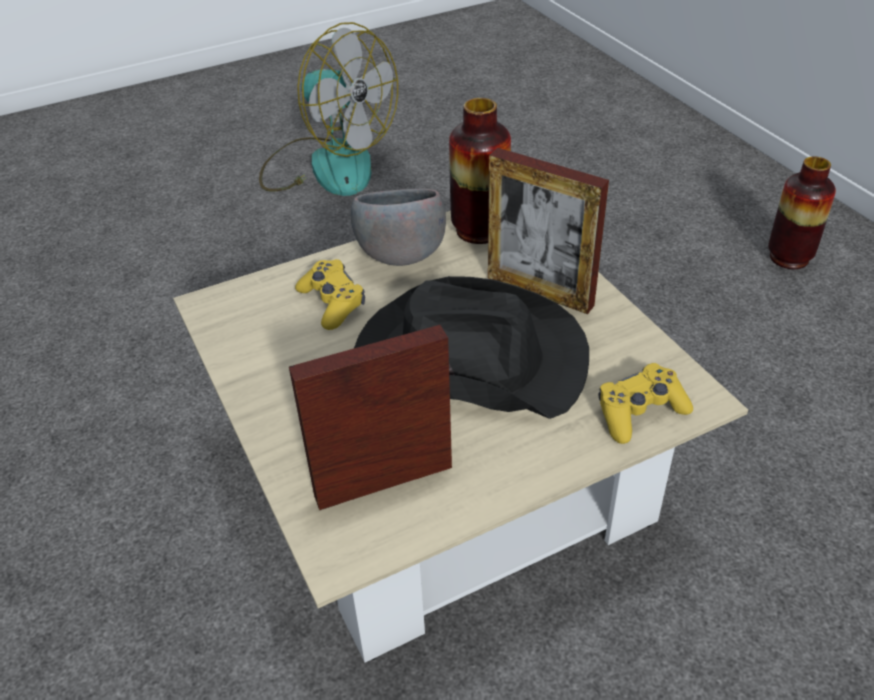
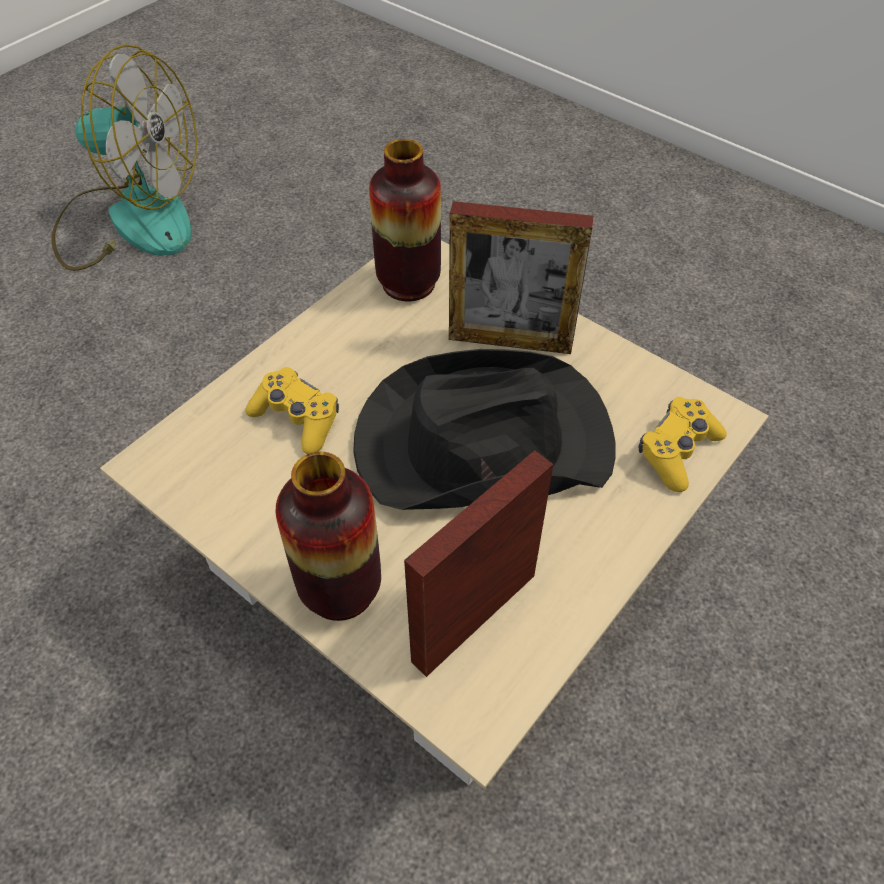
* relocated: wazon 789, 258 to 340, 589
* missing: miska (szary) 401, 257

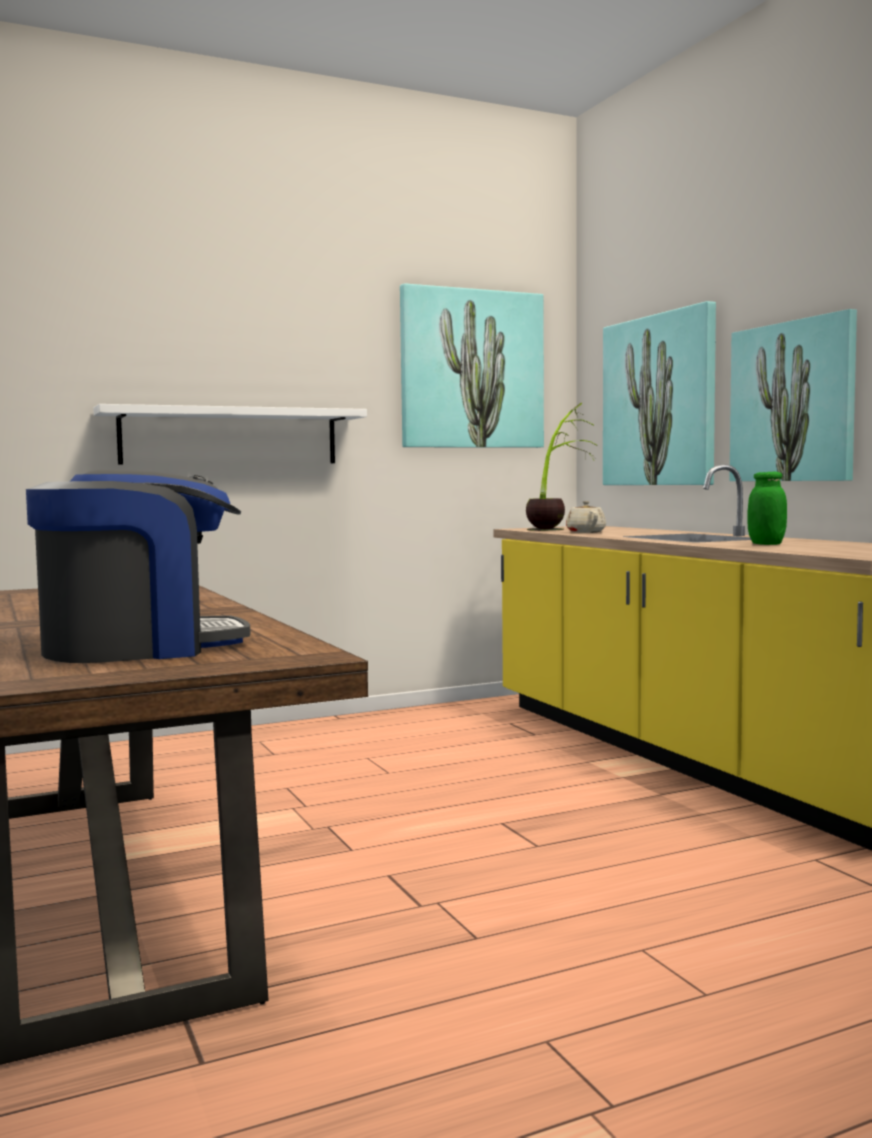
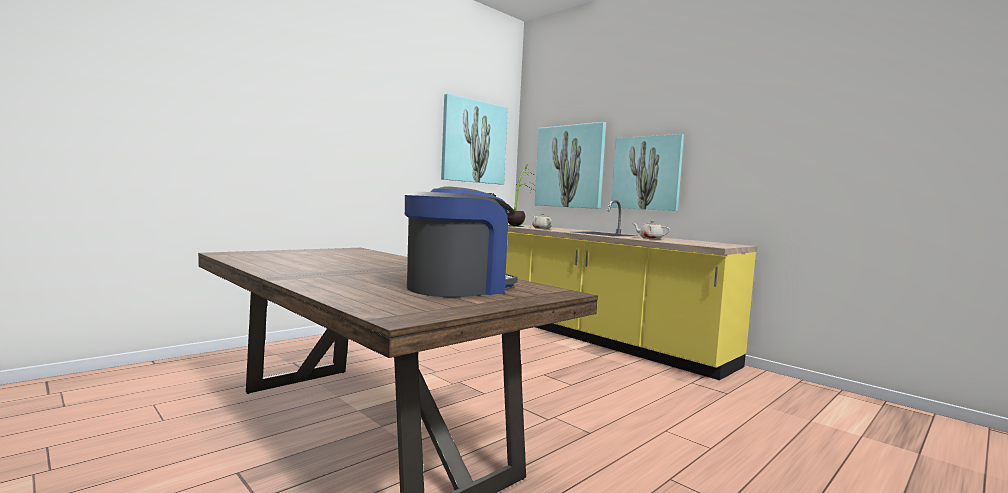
* missing: półka (biały) 230, 436
* exchanged: słoik (zielony) 766, 544 to imbryk (beżowy) 650, 238

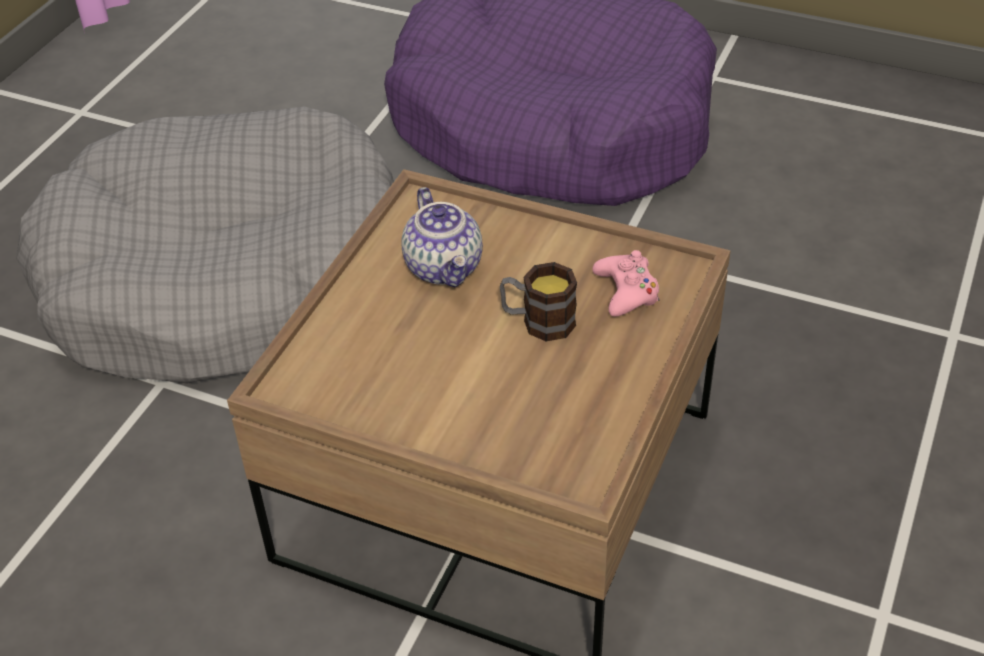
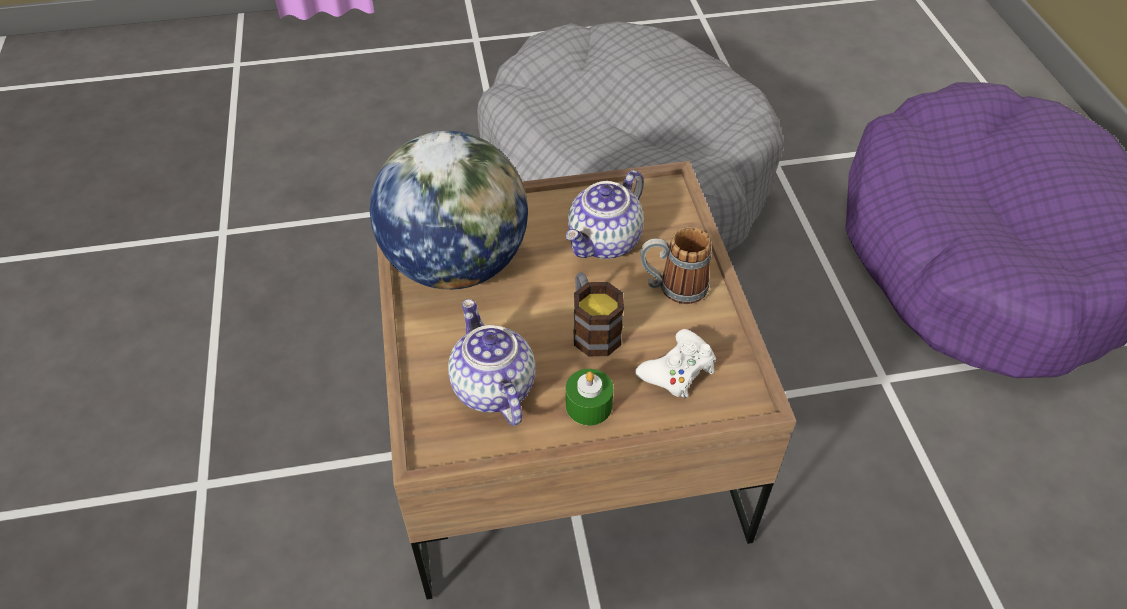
* colour: pad do gier (różowy) 626, 292 to pad do gier (biały) 678, 370
* appeared: globus 456, 264
* appeared: kubek 672, 288
* appeared: imbryk 492, 387
* appeared: świeca (zielony) 588, 405

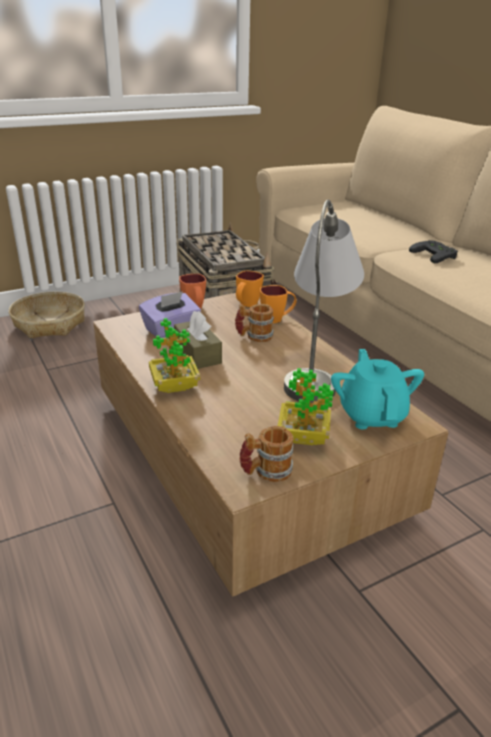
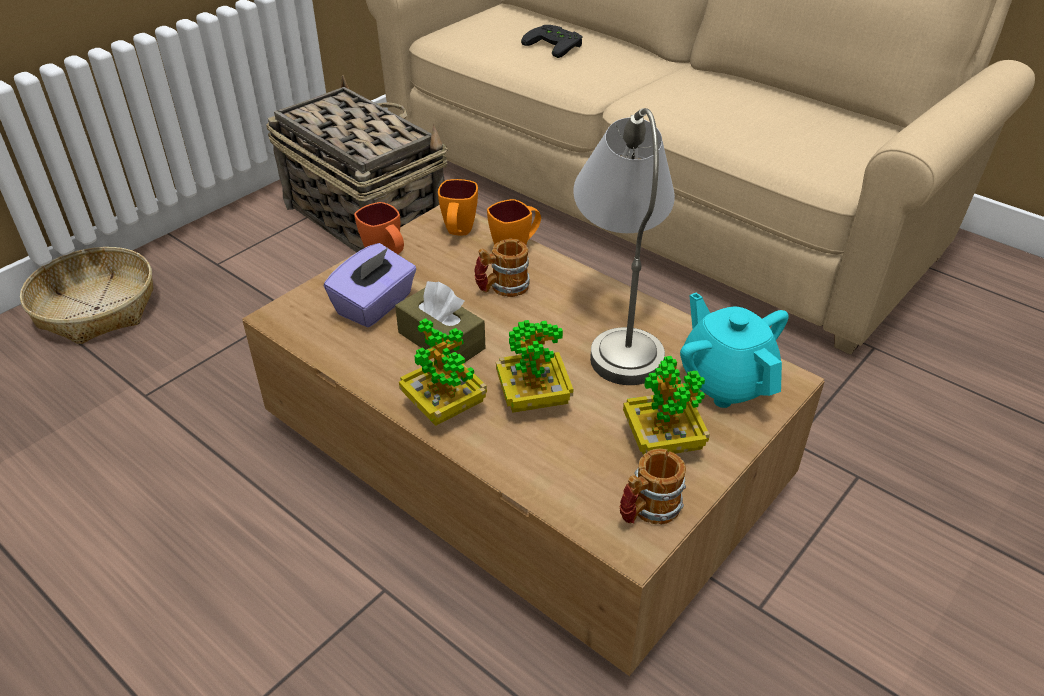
* relocated: pad do gier (czarny) 436, 255 to 556, 45
* appeared: roślina doniczkowa 533, 399

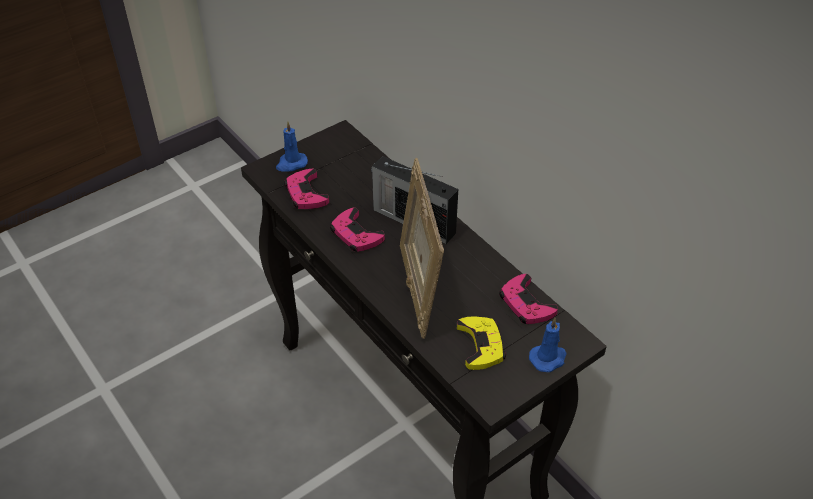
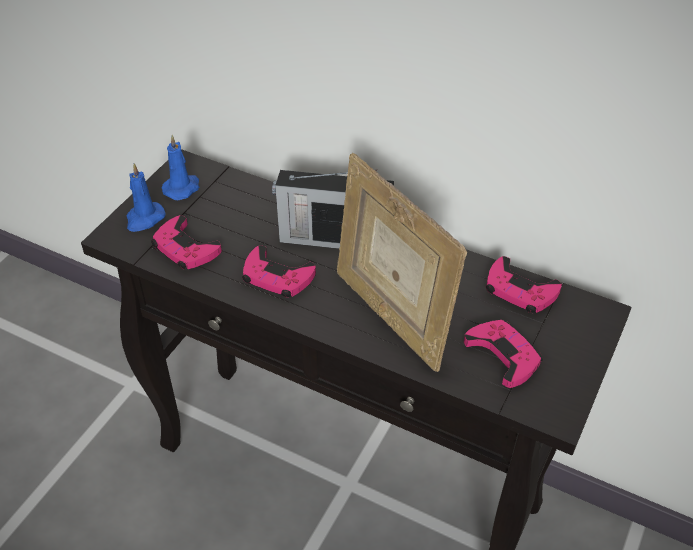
* colour: pad do gier (żółty) 481, 345 to pad do gier (różowy) 503, 355
* relocated: świeca (niebieski) 548, 358 to 182, 188

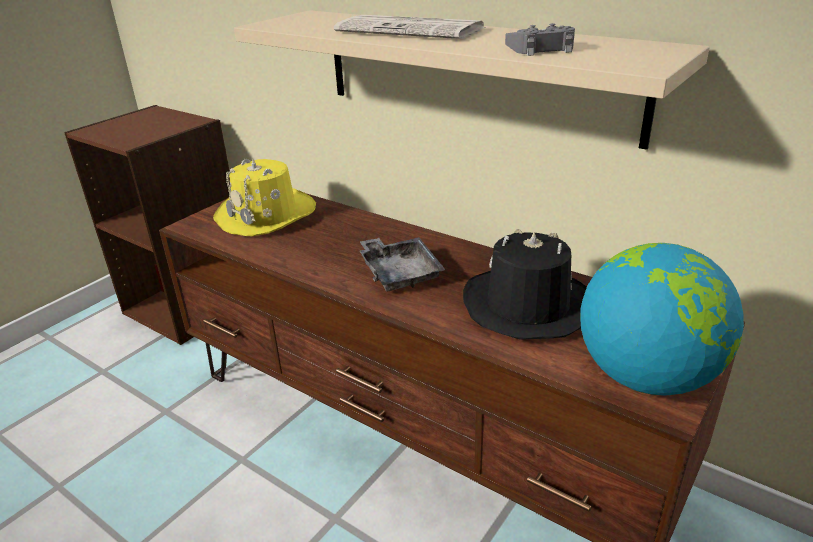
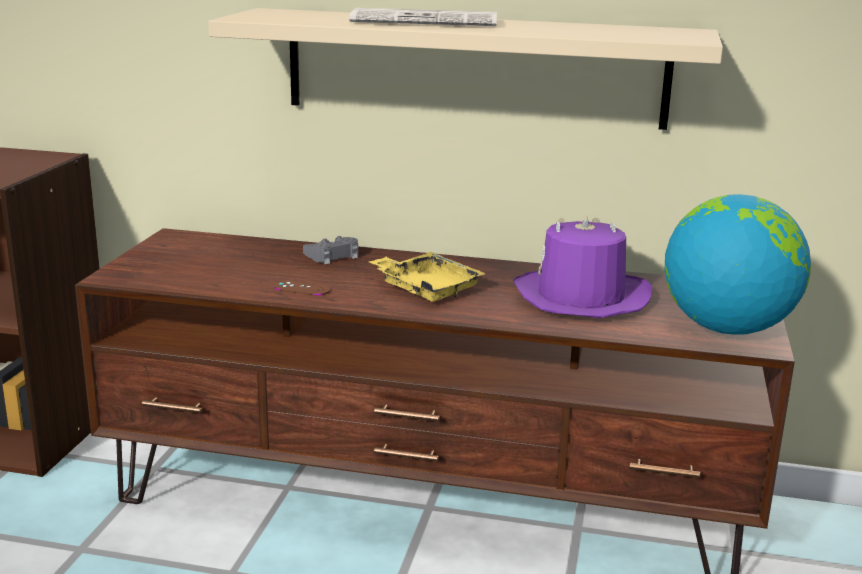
* relocated: pad do gier (szary) 542, 49 to 333, 256
* missing: kapelusz (żółty) 266, 215
* colour: kapelusz (czarny) 527, 305 to kapelusz (fioletowy) 580, 297
* colour: taca (szary) 399, 273 to taca (żółty) 426, 288
* appeared: pad do gier (brązowy) 302, 288

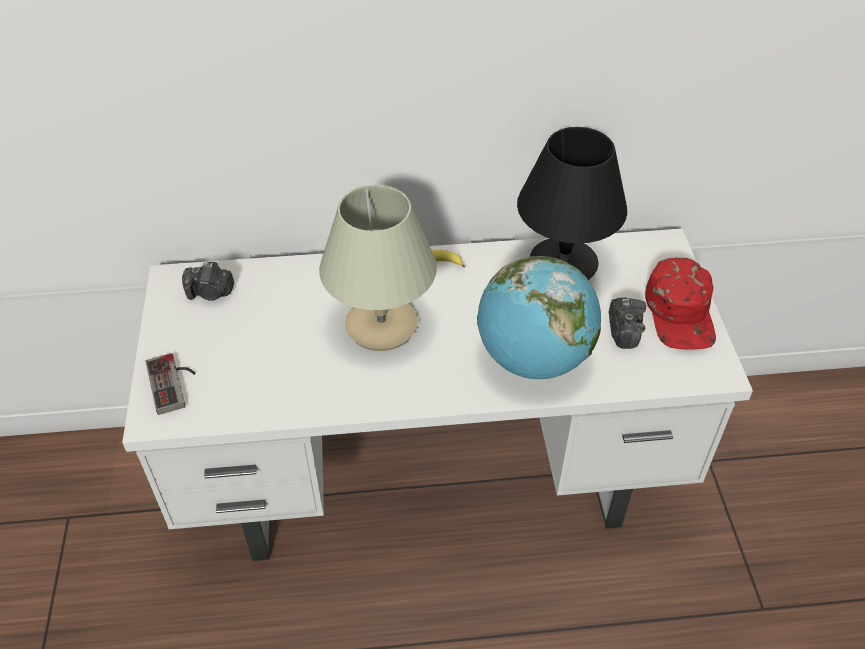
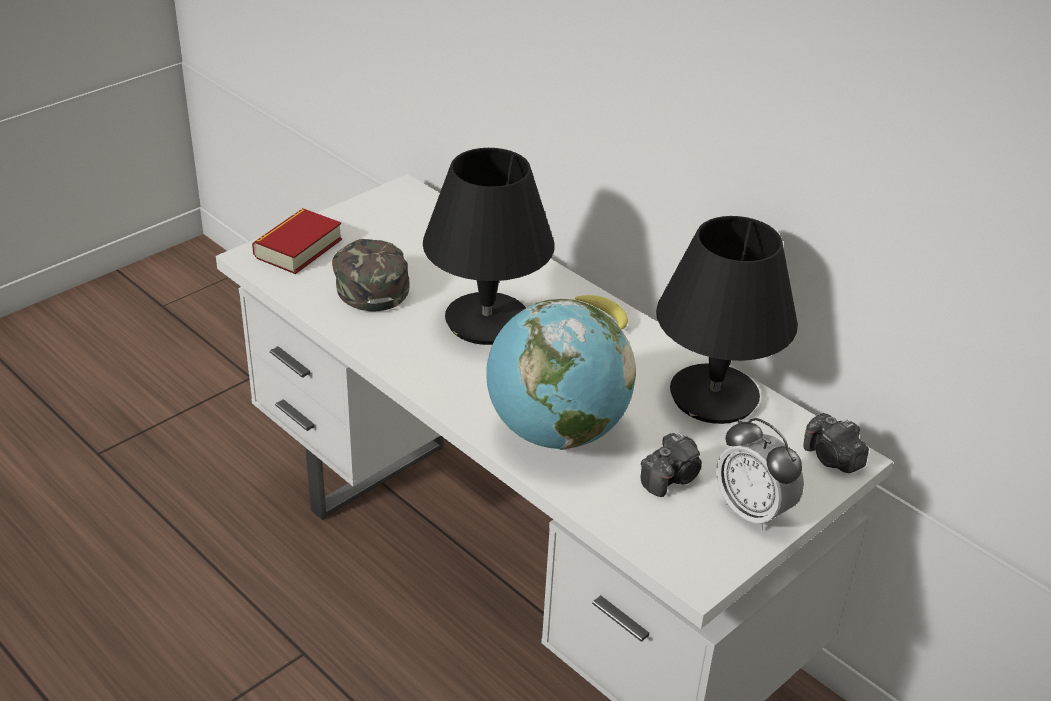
* colour: lampa stołowa (beżowy) 381, 326 to lampa stołowa (czarny) 486, 321
* exchanged: czapka z daszkiem (czerwony) 681, 313 to budzik 752, 511
* relocated: aparat fotograficzny 211, 293 to 832, 458
* exchanged: pad do gier 174, 383 to książka 298, 248
* appeared: czapka z daszkiem (zielony) 368, 279

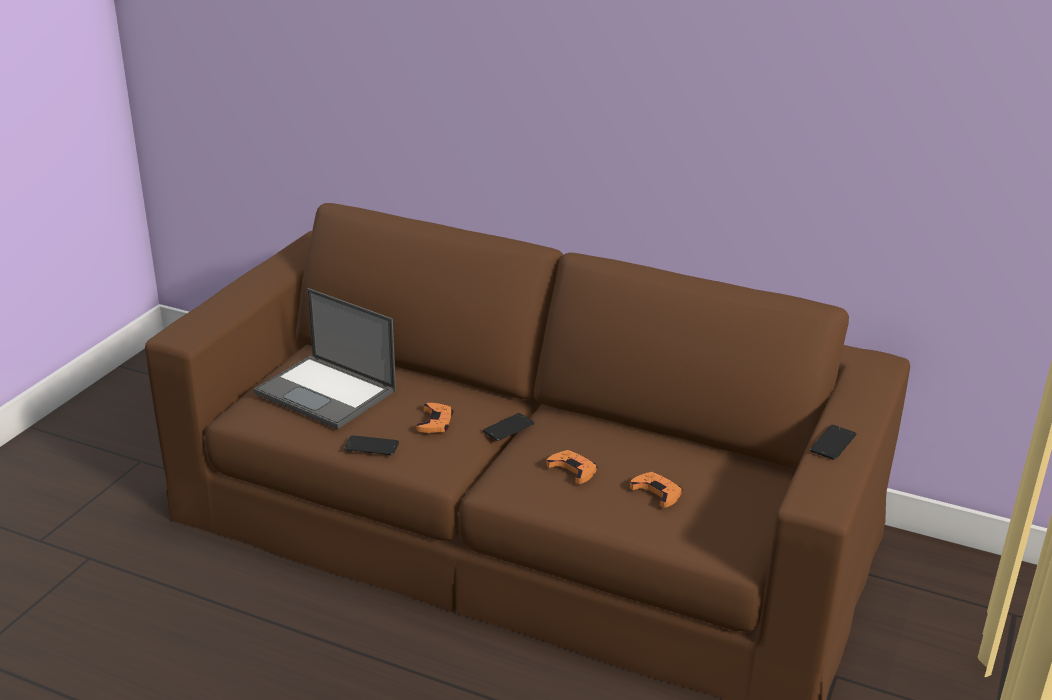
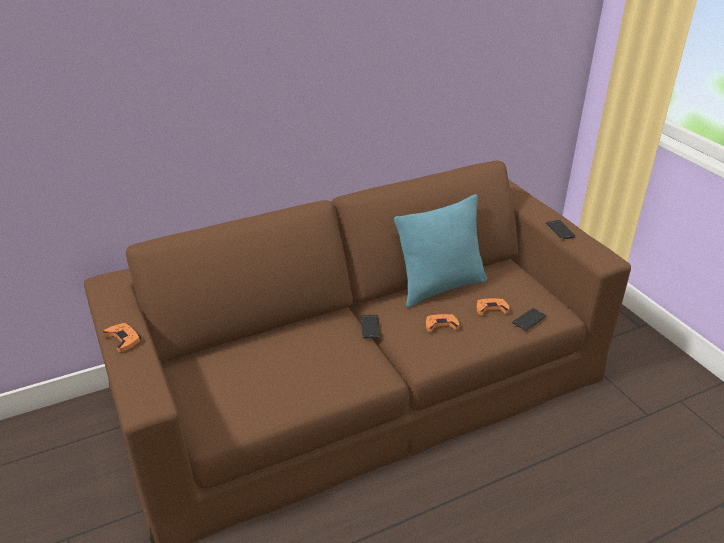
* missing: laptop 327, 392
* relocated: pad do gier (pomarańczowy) 435, 422 to 123, 339
* relocated: telefon 371, 446 to 529, 319
* appeared: poduszka (turkusowy) 440, 287

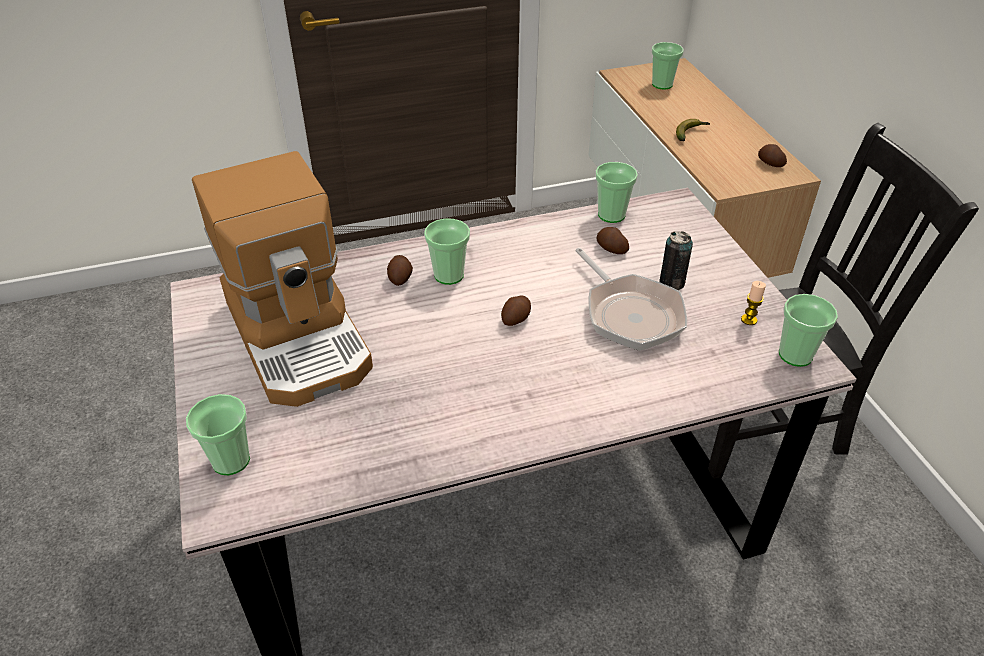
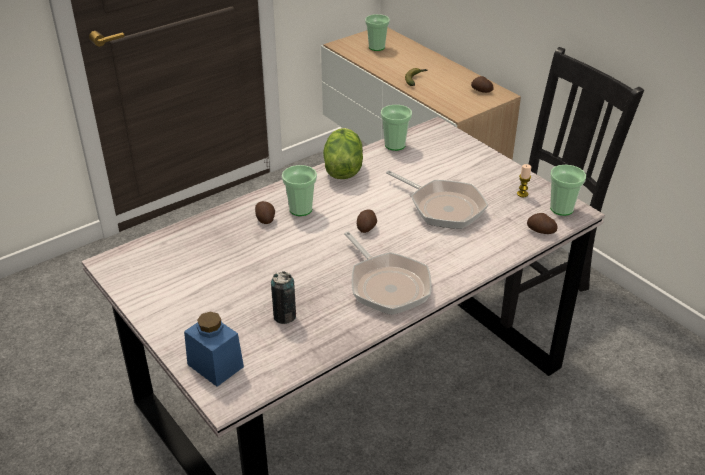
* missing: ekspres do kawy 300, 335
* relocated: ziemniak 611, 249 to 540, 231
* relocated: puszka 671, 283 to 284, 316
* exchanged: filiżanka 231, 460 to słoik (niebieski) 215, 365
* appeared: sałata 342, 169
* appeared: patelnia 387, 285

